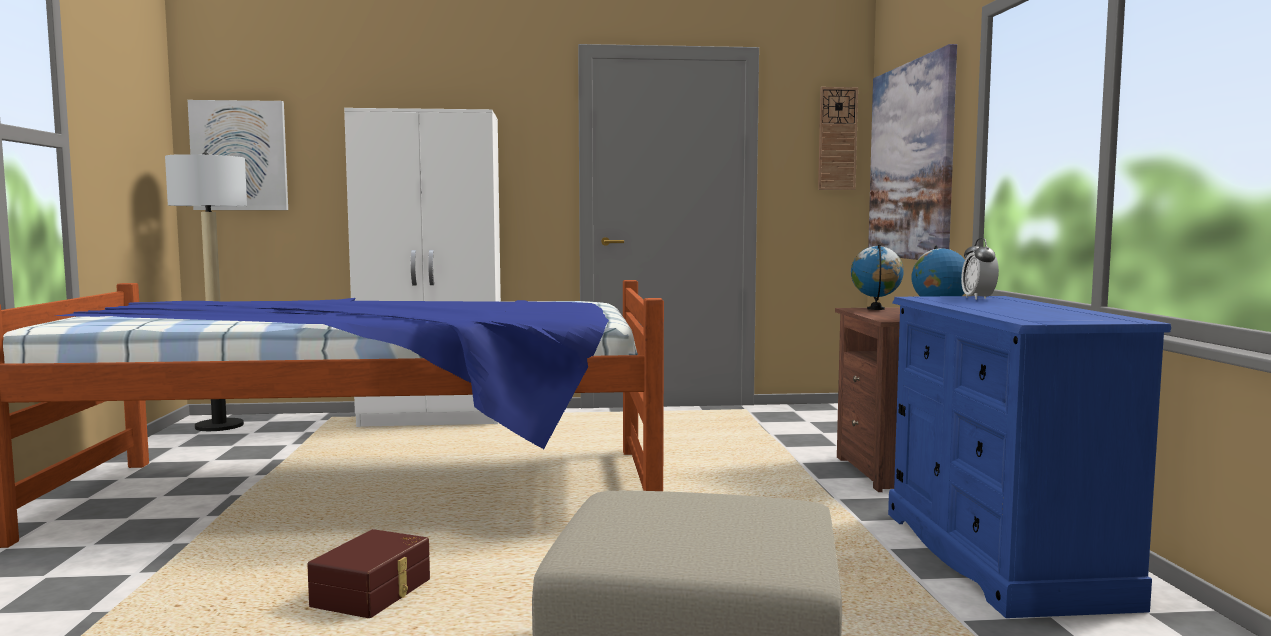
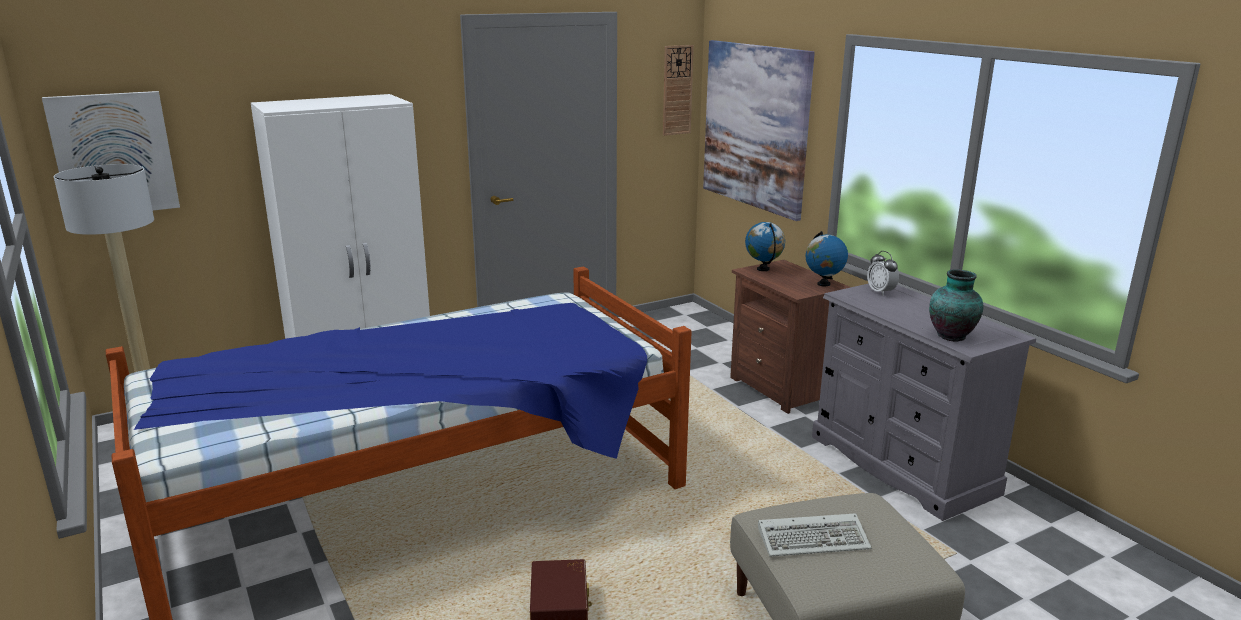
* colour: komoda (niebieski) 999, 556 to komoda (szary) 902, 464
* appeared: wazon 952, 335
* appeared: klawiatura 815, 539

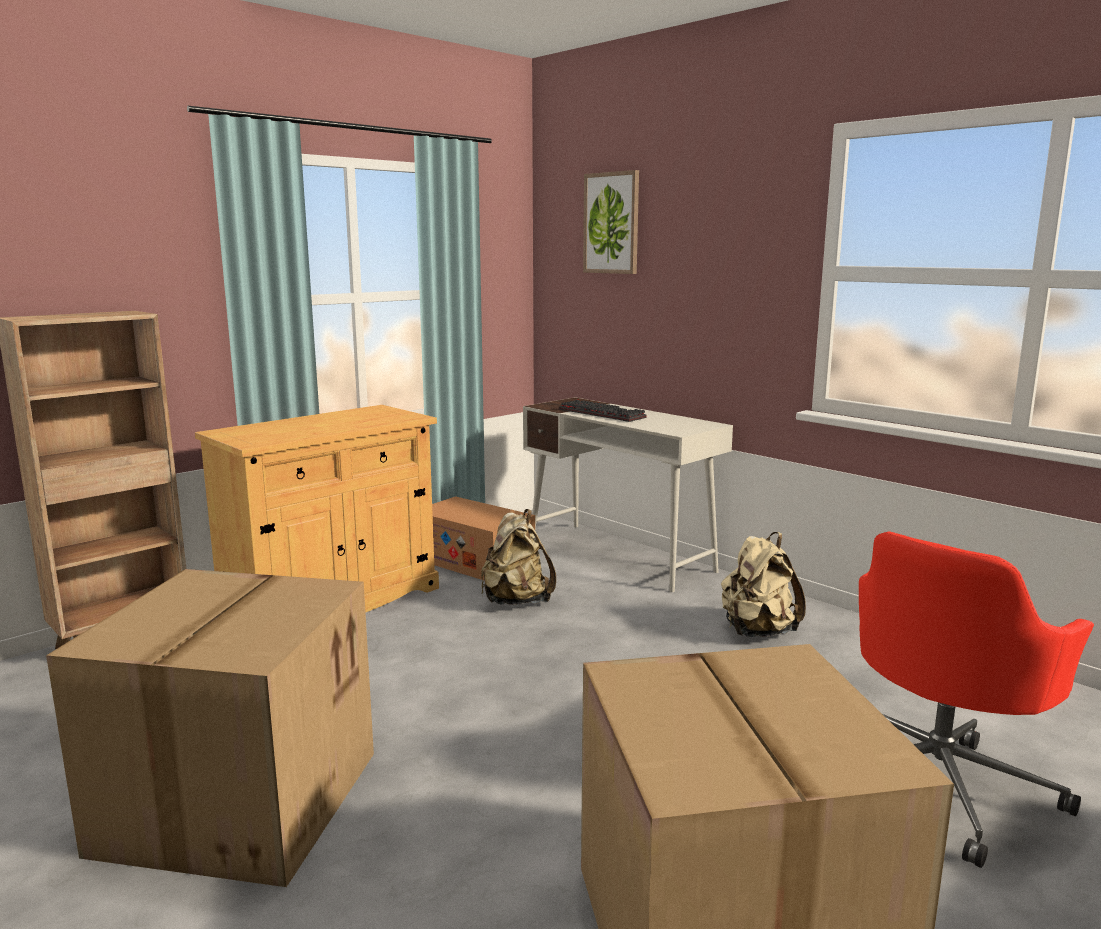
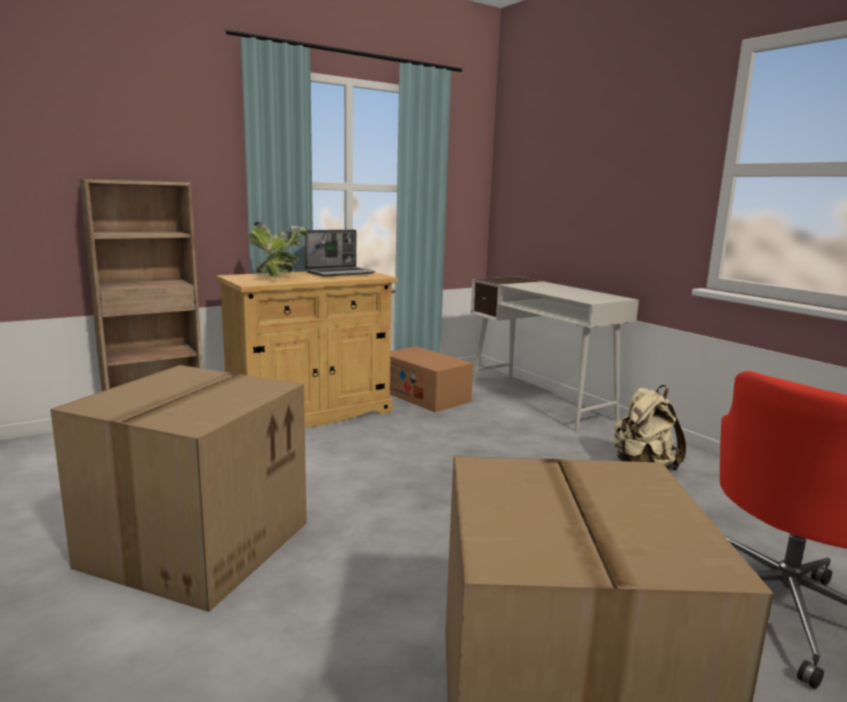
* missing: obraz 612, 223
* missing: klawiatura 604, 413
* missing: plecak (beżowy) 516, 601
* appeared: roślina doniczkowa 279, 277
* appeared: laptop 340, 273

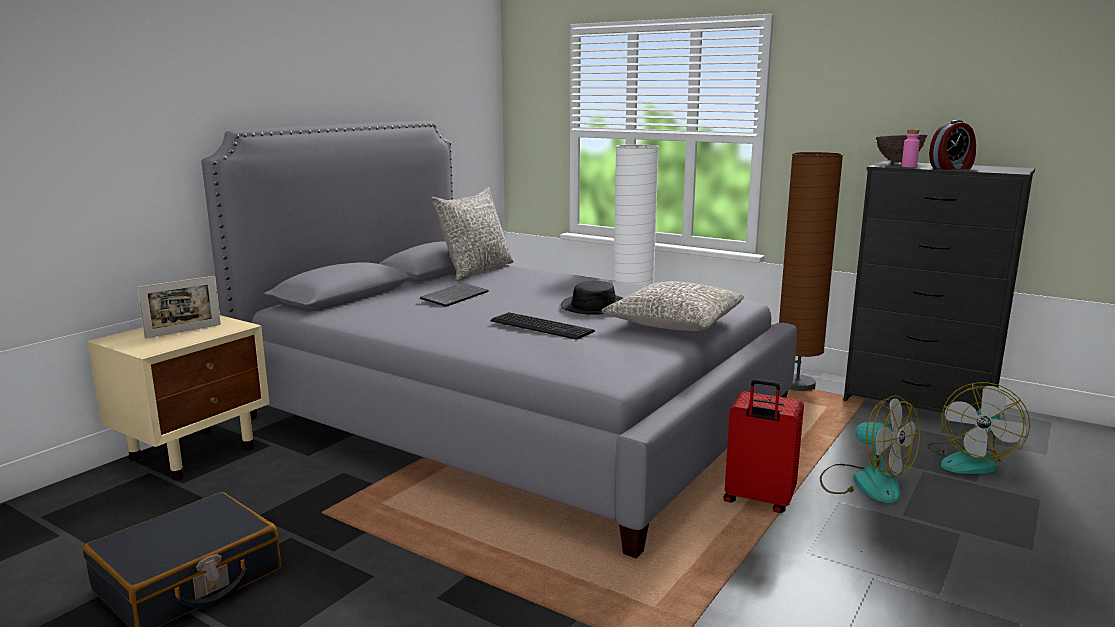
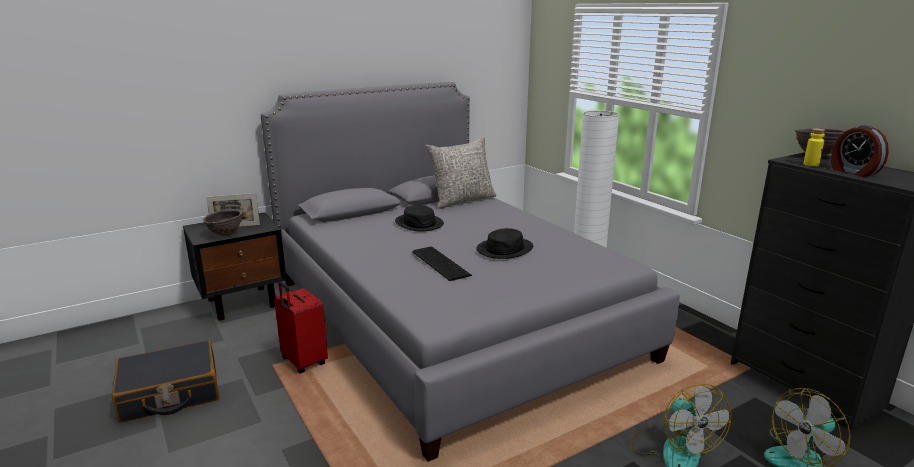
* spun: budzik 952, 168 = 853, 172 60 degrees clockwise
* colour: butelka (różowy) 908, 166 to butelka (żółty) 811, 164
* missing: lampa stojąca (brązowy) 796, 386
* missing: poduszka (szary) 674, 323
* exchanged: klawiatura 454, 296 to kapelusz (czarny) 419, 223
* colour: szafka nocna (beżowy) 194, 452 to szafka nocna (czarny) 243, 302
* relocated: walizka (czerwony) 758, 501 to 303, 362
* appeared: miska (brązowy) 225, 235

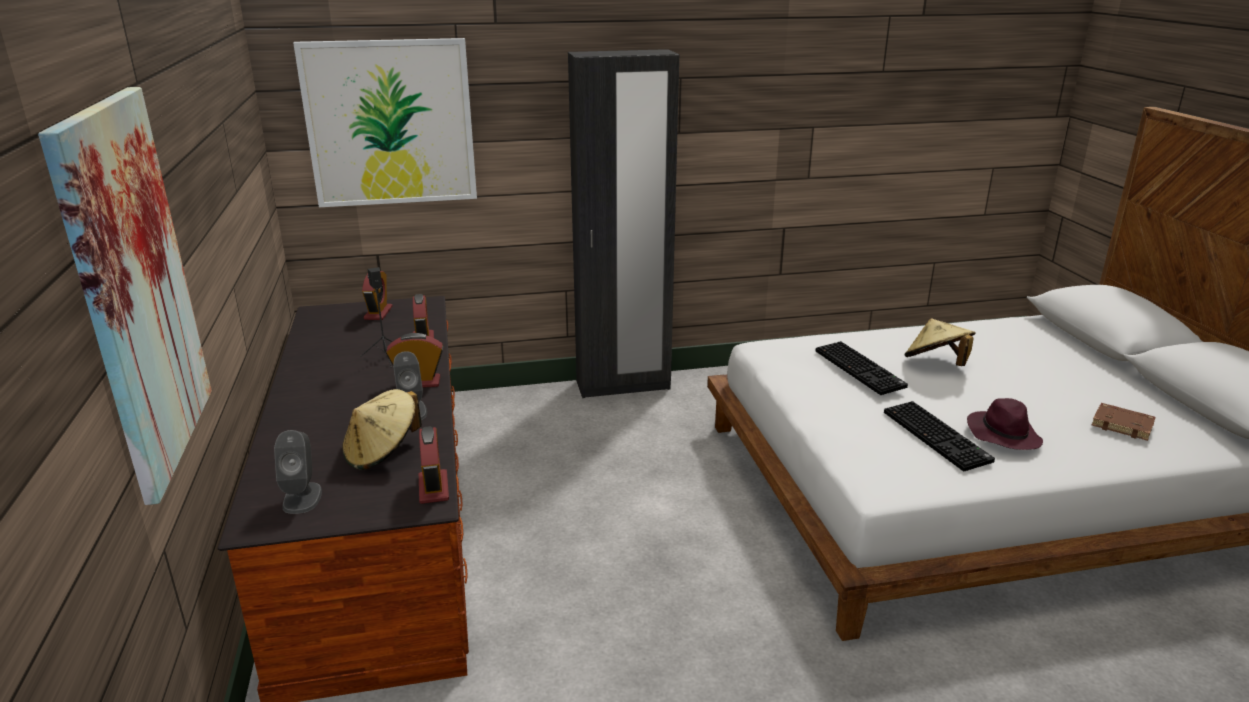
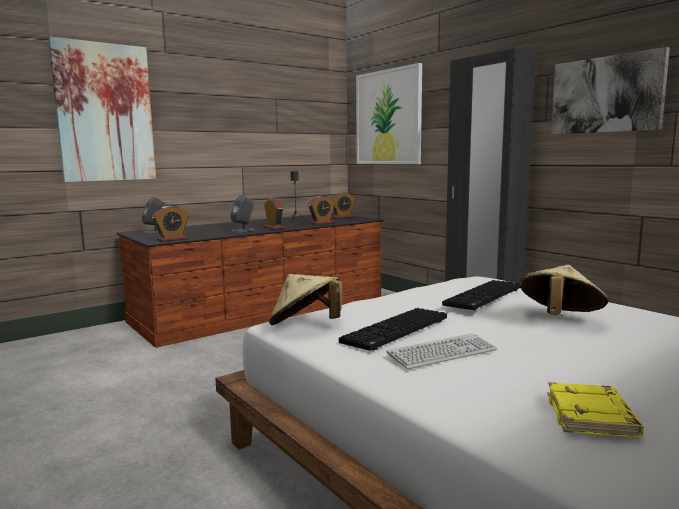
* relocated: kapelusz (beżowy) 382, 452 to 305, 326
* exchanged: kapelusz (fioletowy) 1002, 434 to klawiatura 442, 353
* colour: książka (brązowy) 1123, 425 to książka (żółty) 592, 417
* appeared: obraz 606, 95

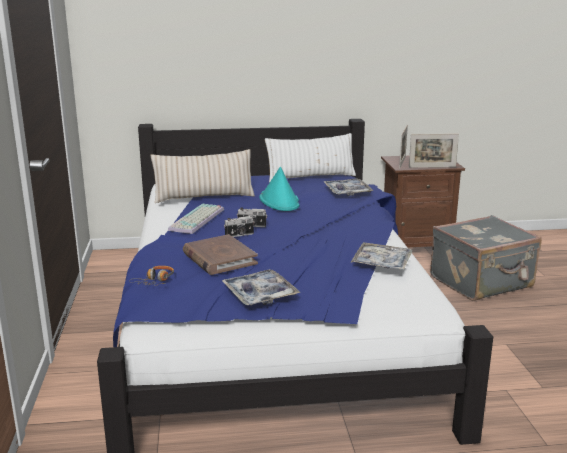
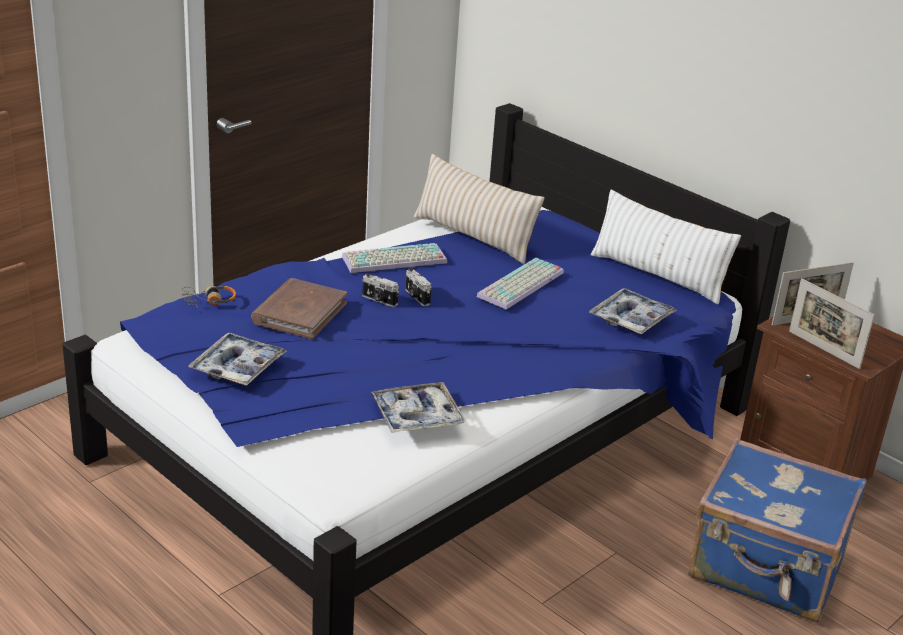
* exchanged: kapelusz (turkusowy) 279, 201 to klawiatura 521, 285
* colour: walizka (szary) 482, 282 to walizka (niebieski) 766, 569

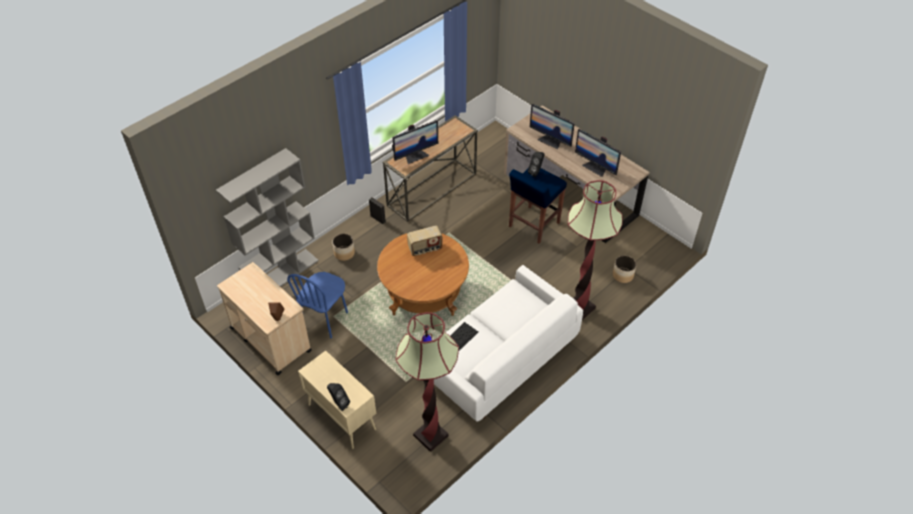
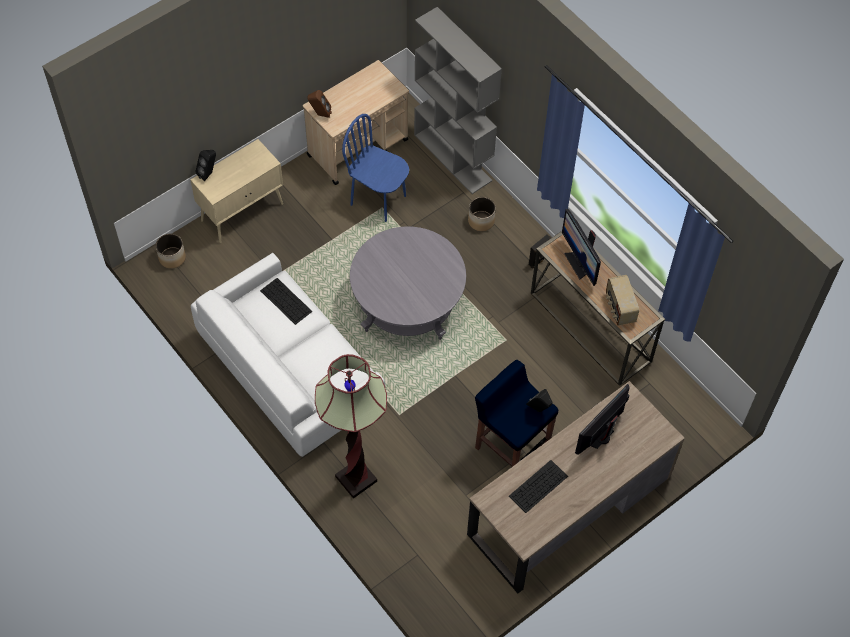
* exchanged: monitor 595, 168 to klawiatura 538, 486
* relocated: radio 425, 249 to 619, 308
* colour: ława (brązowy) 424, 291 to ława (szary) 407, 303
* relocated: donica 623, 275 to 172, 258
* missing: lampa stojąca 430, 436

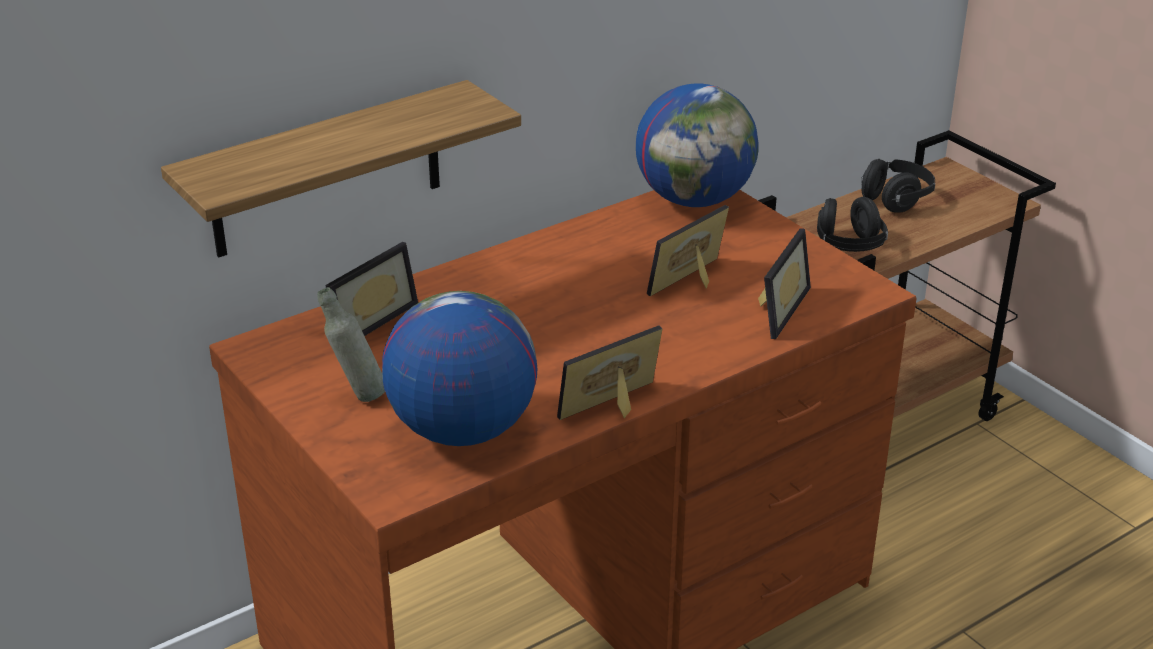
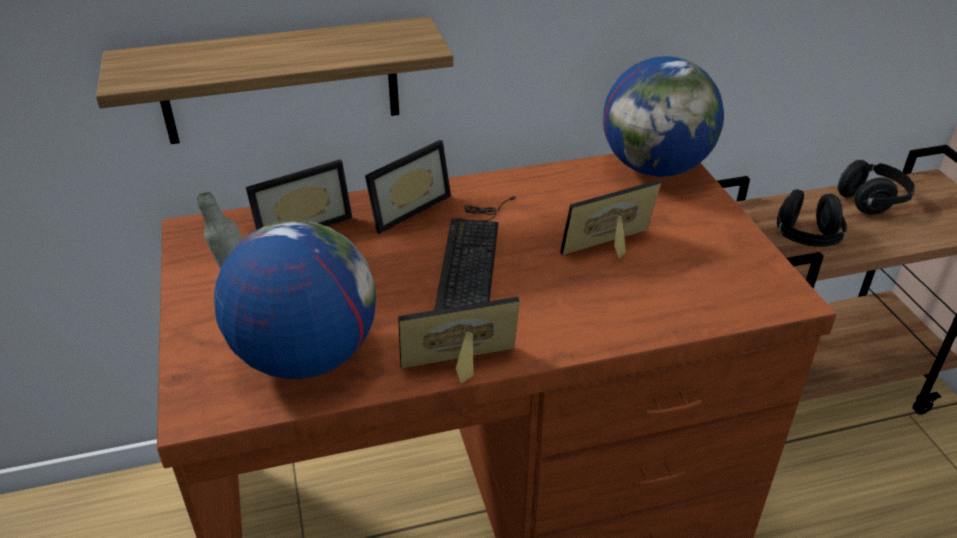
* relocated: ramka na zdjęcie 774, 309 to 405, 207
* appeared: klawiatura 472, 256

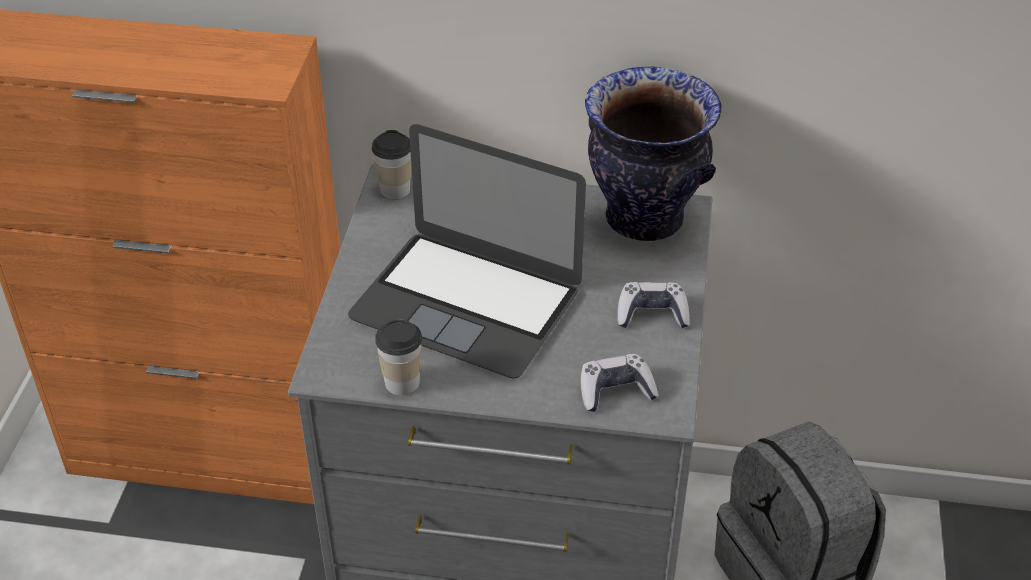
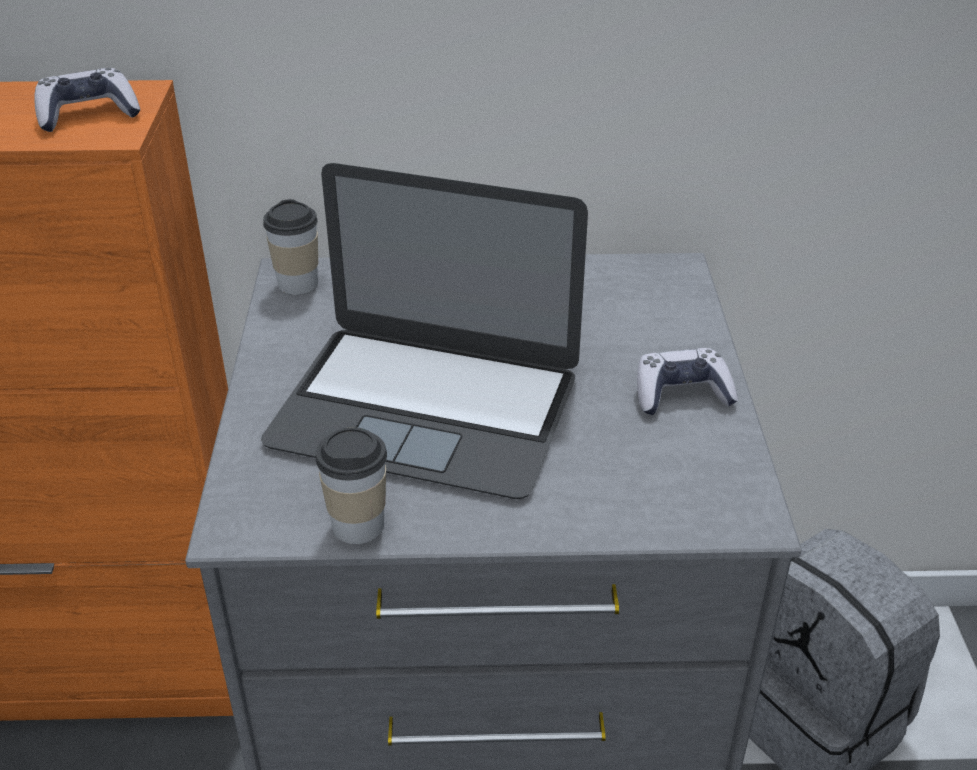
* missing: wazon 645, 219
* relocated: pad do gier 615, 391 to 88, 114

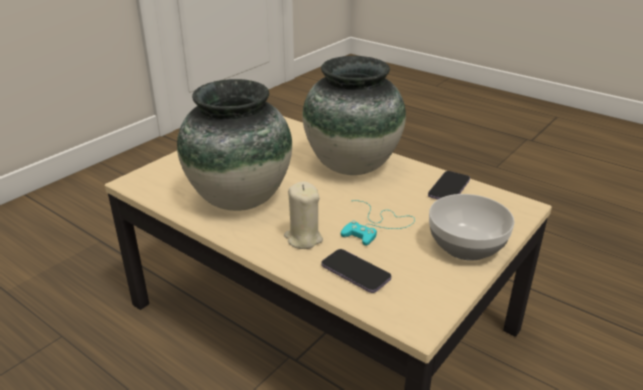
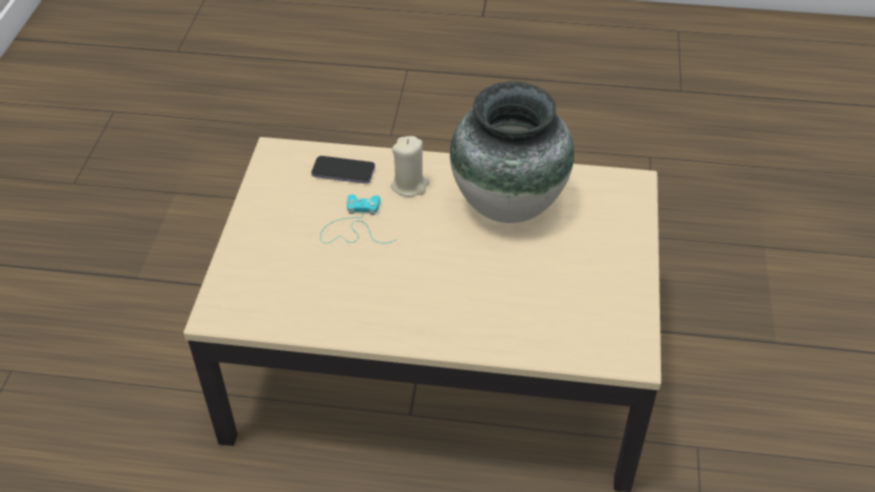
* missing: wazon 352, 166
* missing: telefon 449, 188
* missing: miska 466, 247

